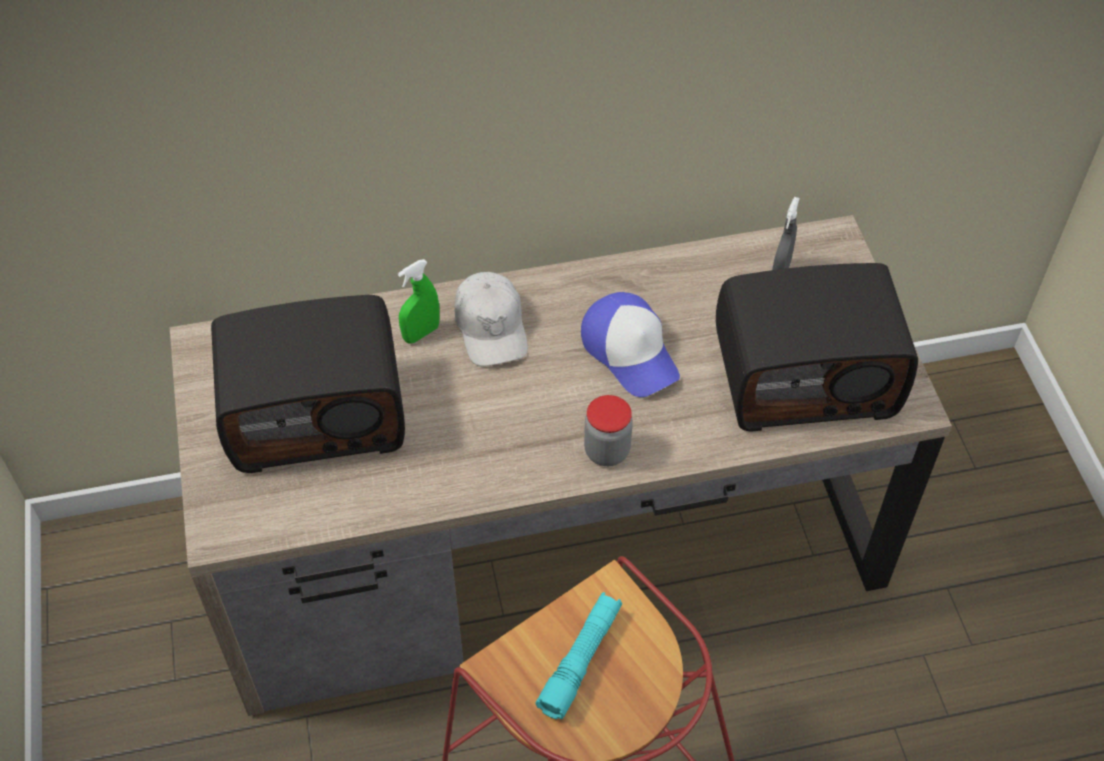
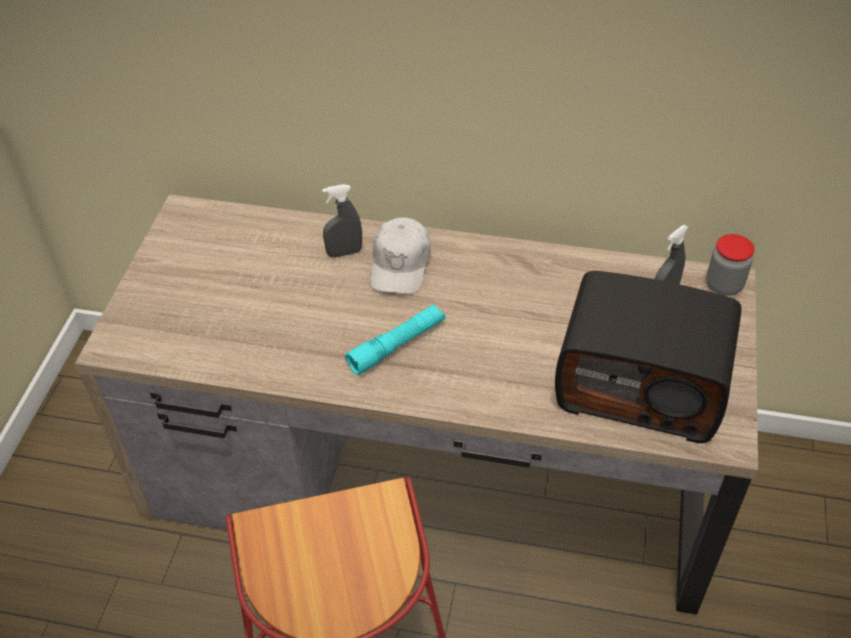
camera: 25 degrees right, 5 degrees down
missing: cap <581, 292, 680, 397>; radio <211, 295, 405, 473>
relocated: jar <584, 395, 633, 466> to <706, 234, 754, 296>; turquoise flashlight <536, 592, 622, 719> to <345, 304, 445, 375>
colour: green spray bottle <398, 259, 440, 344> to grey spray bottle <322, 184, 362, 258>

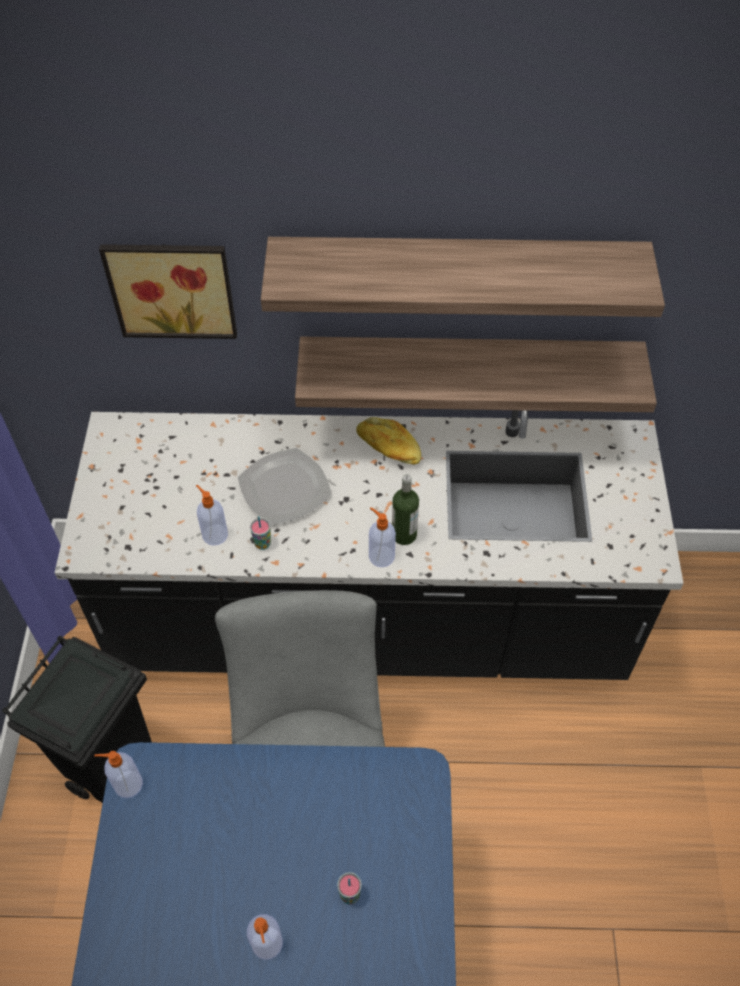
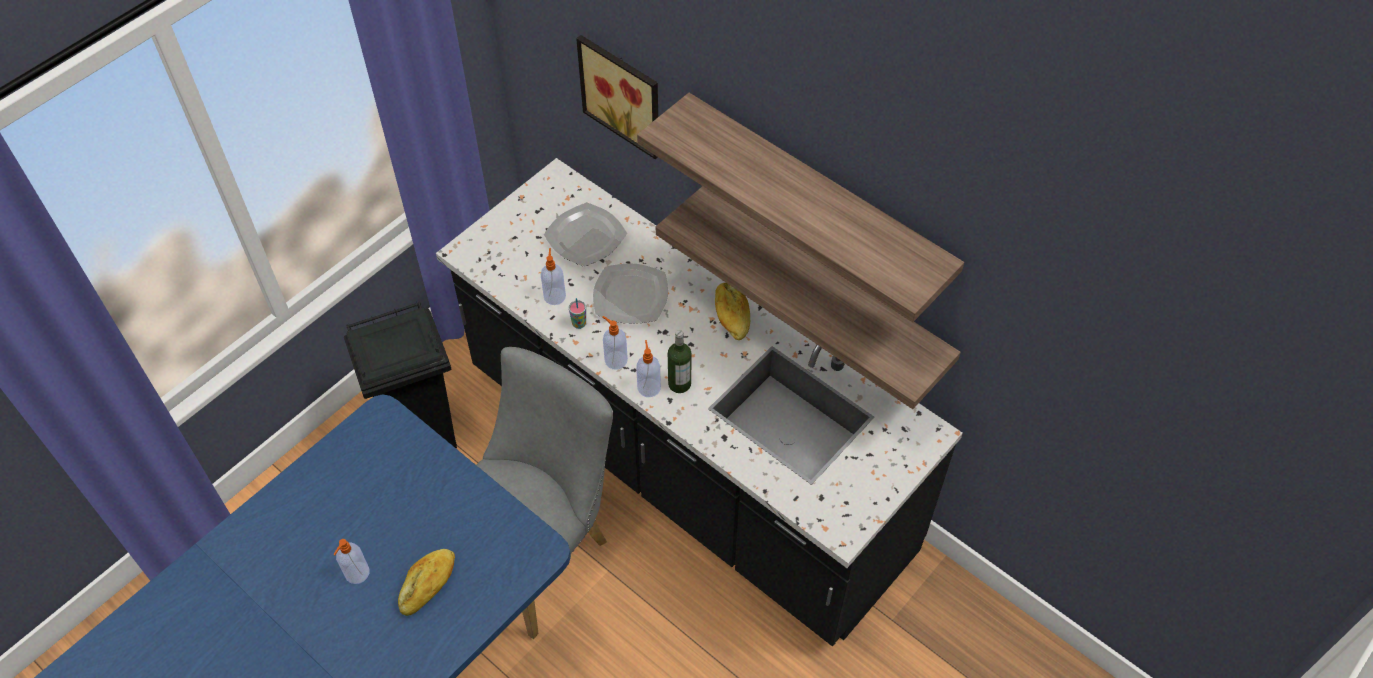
camera: 40 degrees right, 0 degrees up
appeared: plate <544, 202, 627, 267>
relocated: soap dispenser <94, 751, 143, 798> to <602, 316, 628, 370>
exchanged: cup <337, 872, 362, 905> to bread <398, 549, 455, 616>

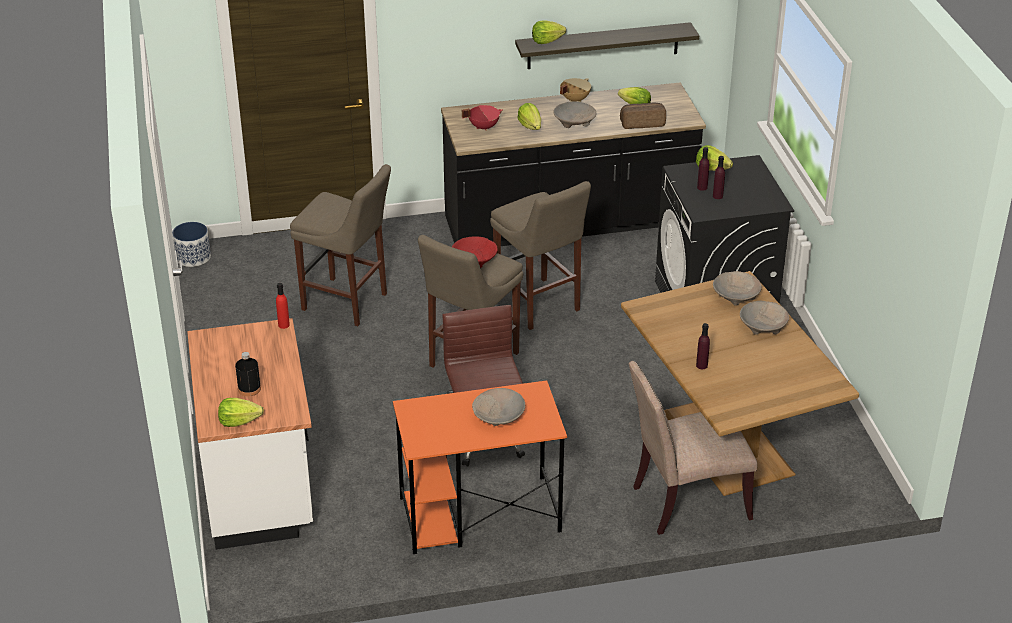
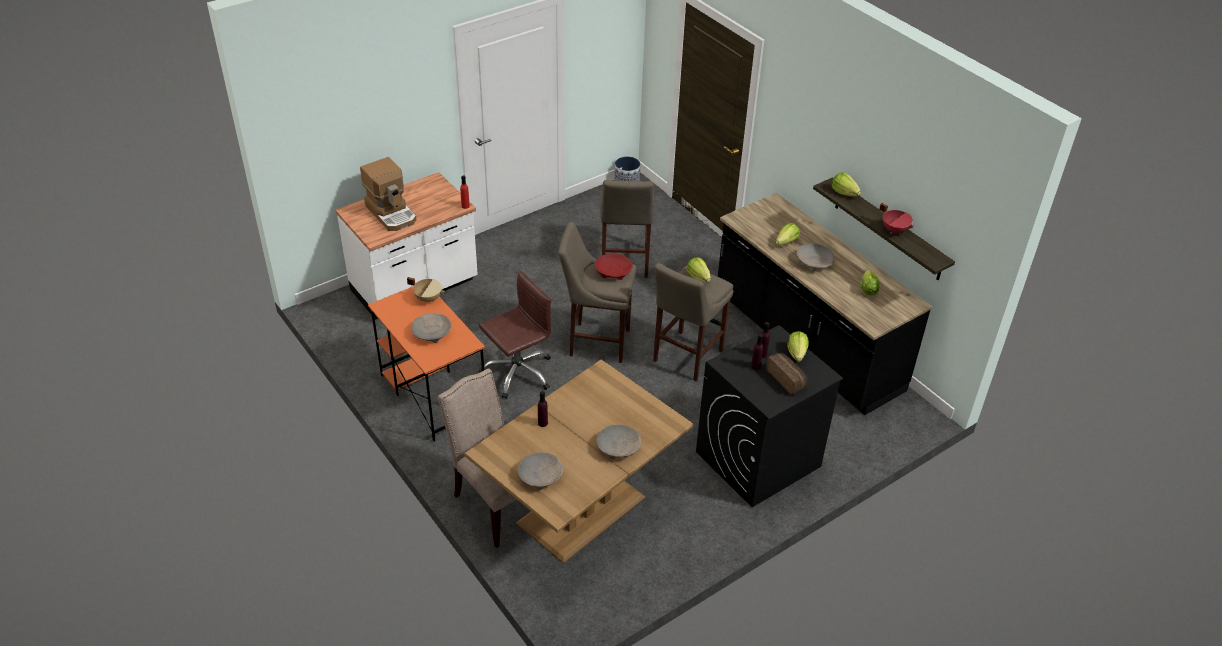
camera: 65 degrees right, 5 degrees up
relocated: beige cooking pot <560, 78, 591, 102> to <407, 277, 444, 303>; bread <620, 103, 666, 129> to <766, 353, 808, 395>; red cooking pot <462, 105, 503, 131> to <879, 203, 914, 234>; beige bowl <713, 271, 762, 306> to <518, 452, 563, 490>; lettuce <218, 398, 264, 427> to <687, 257, 711, 282>
exchanged: black bottle <235, 352, 261, 396> to coffee machine <360, 157, 416, 231>

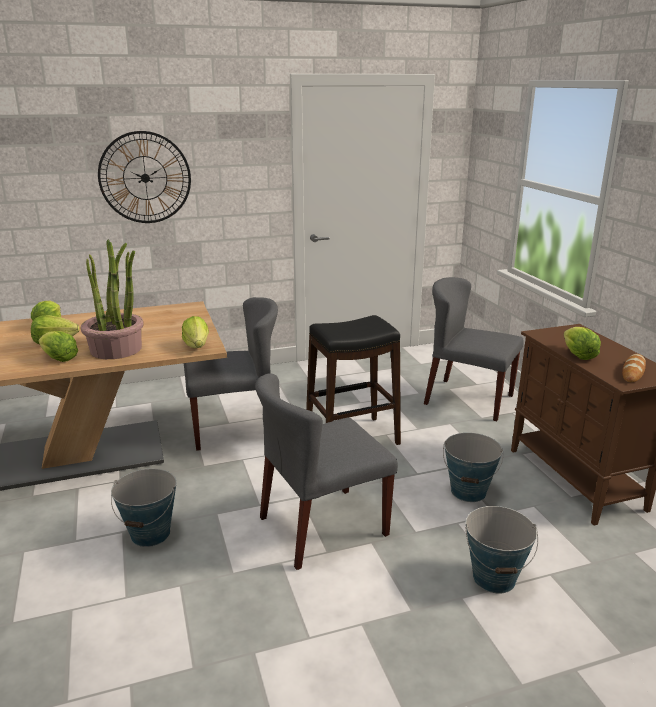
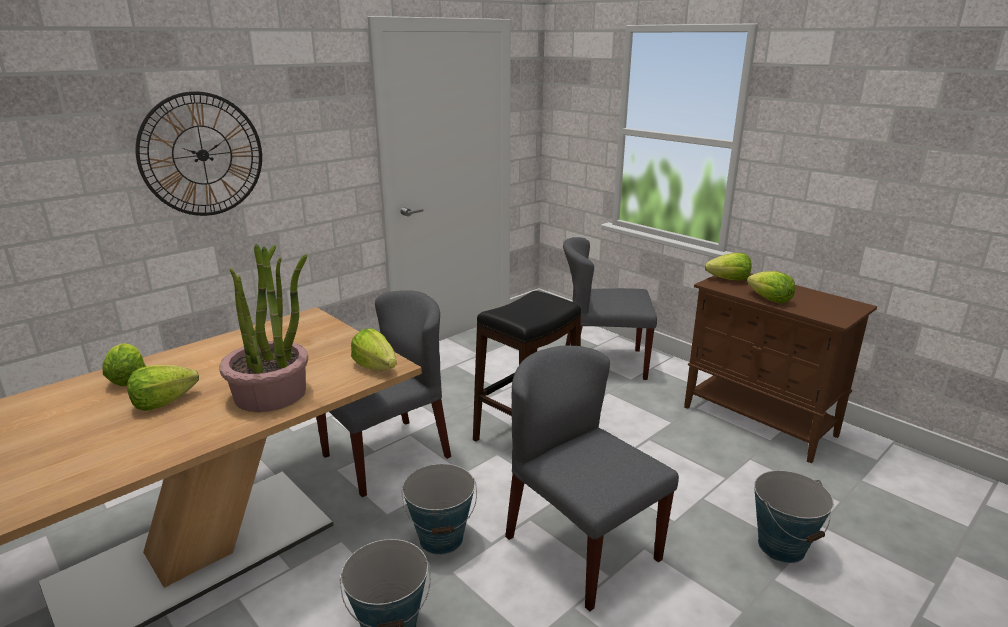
camera: 25 degrees left, 0 degrees up
missing: bread <622, 354, 646, 382>
relocated: lettuce <39, 331, 78, 362> to <705, 253, 751, 281>; bucket <443, 433, 504, 502> to <402, 464, 477, 555>
spun: grey chair <255, 373, 398, 570> = <505, 346, 679, 612> 105 degrees clockwise

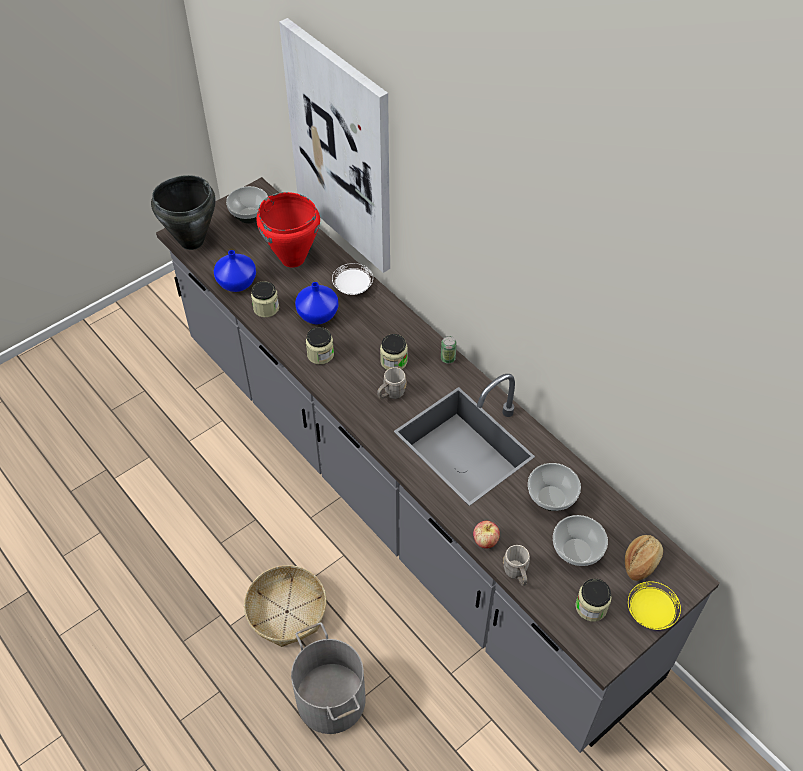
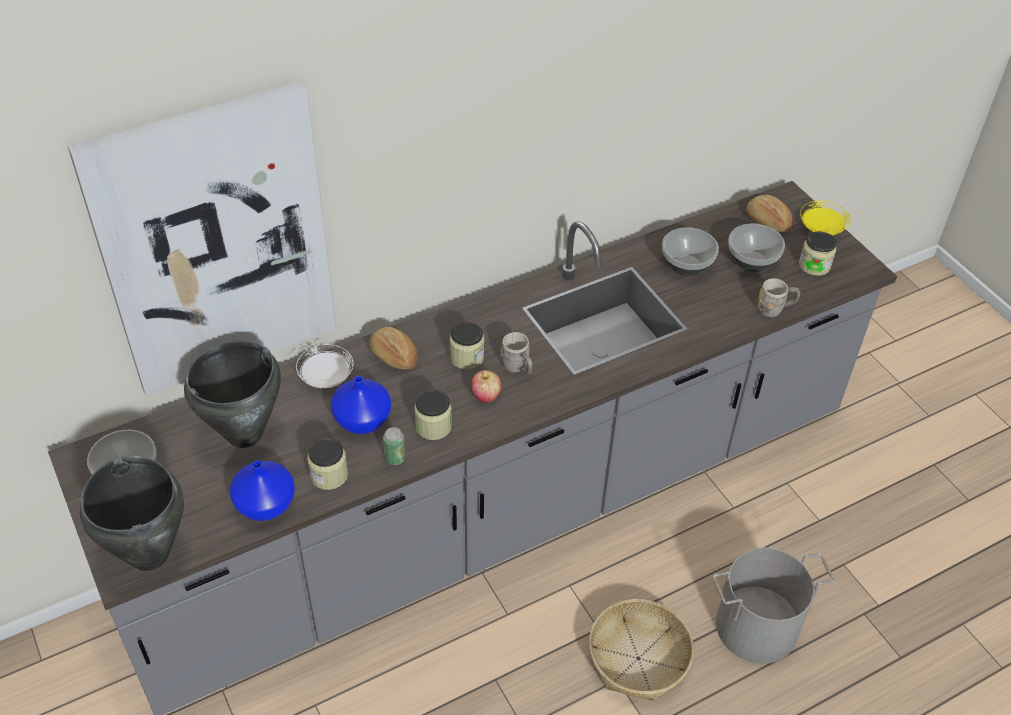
camera: 80 degrees left, 5 degrees down
appeared: bread <369, 327, 418, 369>
relocated: can <441, 336, 457, 364> to <383, 427, 405, 465>; apple <473, 520, 500, 548> to <471, 370, 501, 403>
colour: red cooking pot <257, 192, 320, 268> to black cooking pot <184, 340, 281, 448>

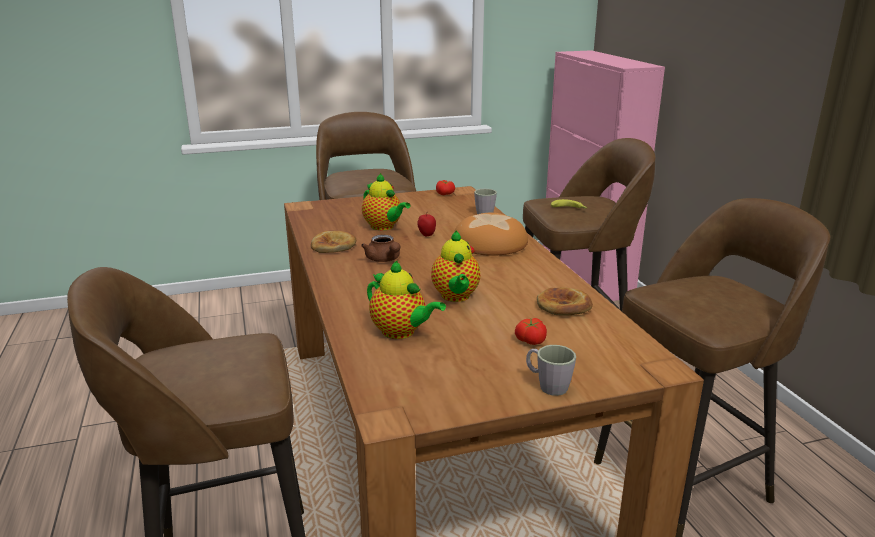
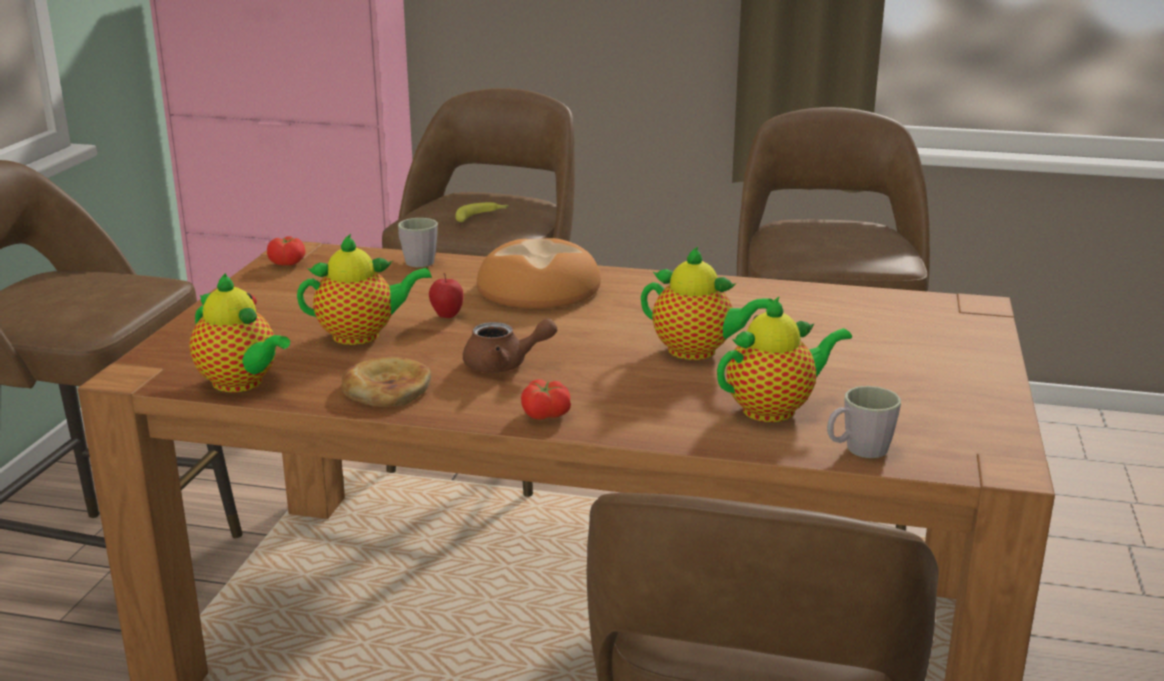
camera: 60 degrees left, 0 degrees up
missing: bread <537, 287, 593, 315>
appeared: teapot <190, 273, 290, 392>
relocated: tomato <515, 318, 547, 345> to <521, 379, 571, 420>; grey mug <526, 345, 576, 396> to <827, 386, 901, 458>

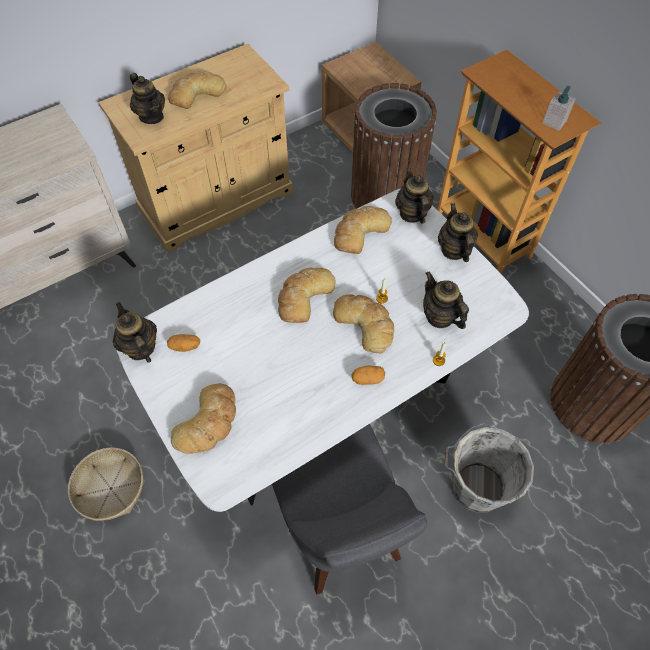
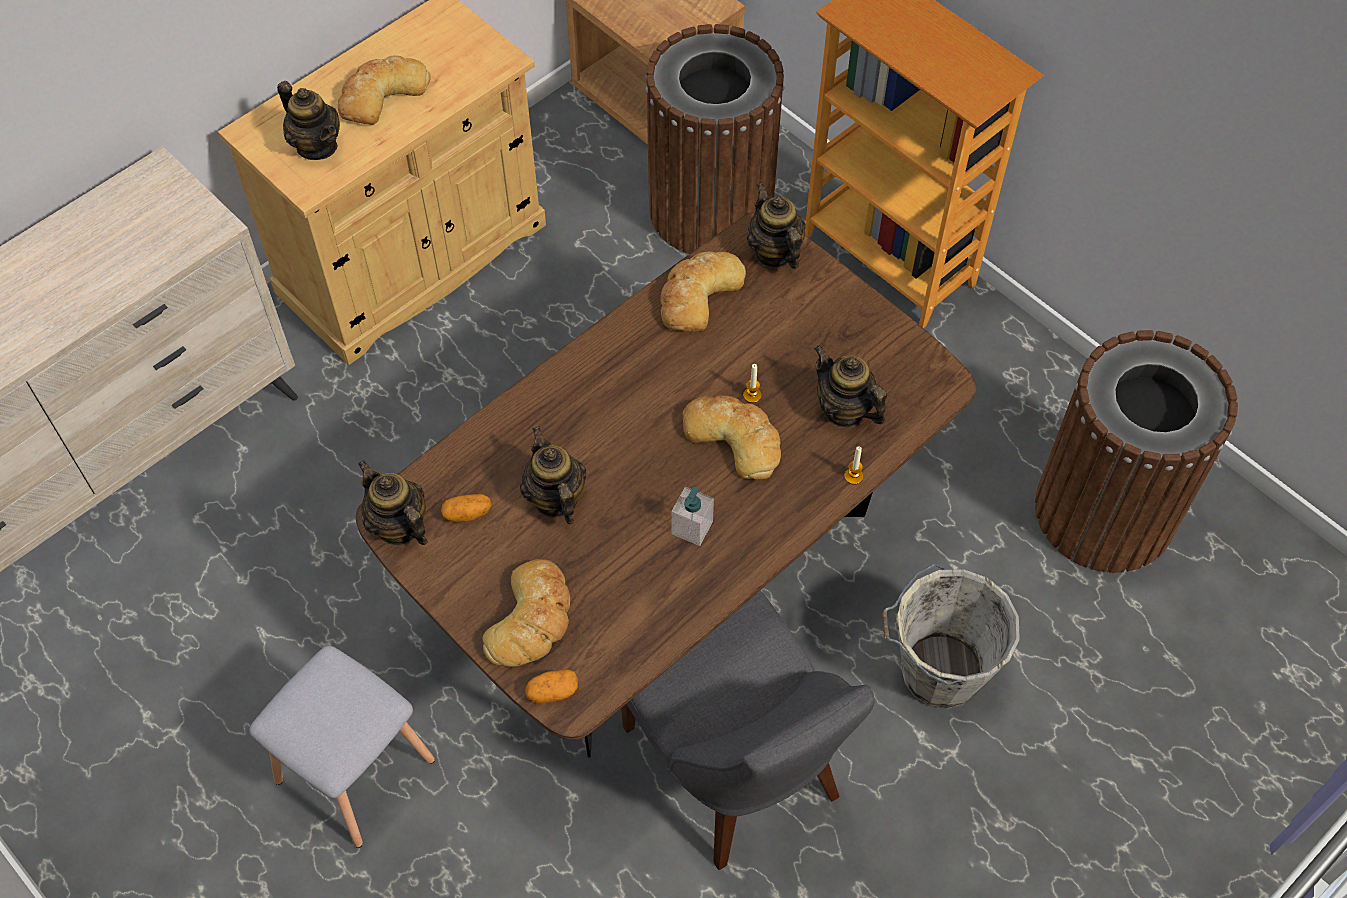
camera: 10 degrees left, 0 degrees up
missing: bread <278, 268, 336, 323>
relocated: soap dispenser <542, 86, 576, 131> to <672, 487, 714, 546>; teapot <438, 203, 478, 262> to <520, 427, 587, 525>; potato <351, 365, 385, 385> to <525, 670, 578, 703>
exchanged: basket <68, 448, 145, 521> to grey stool <249, 646, 435, 848>
colour: white dining table <117, 189, 529, 512> to brown dining table <356, 212, 976, 757>

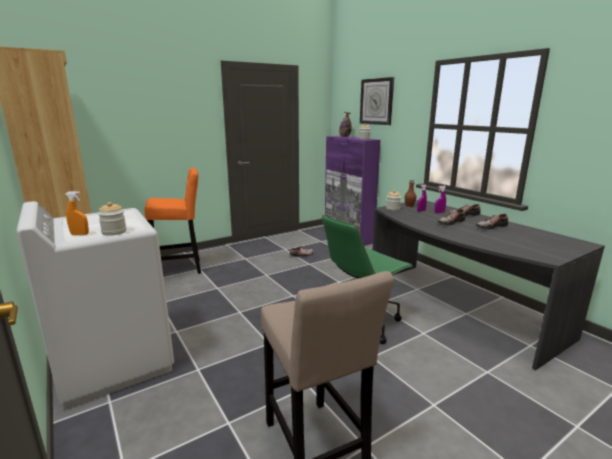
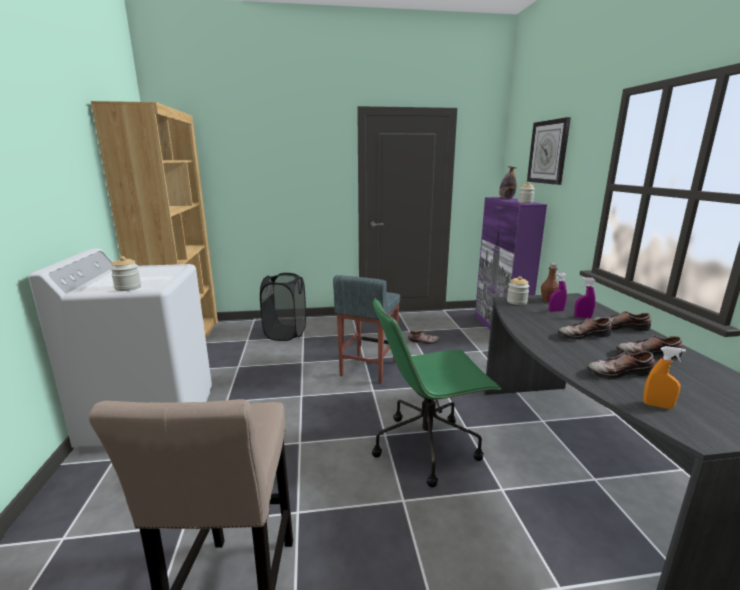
camera: 25 degrees right, 0 degrees up
appeared: grey stool <333, 275, 400, 384>; shoe <587, 351, 655, 379>
relocated: orange spray bottle <66, 191, 89, 235> to <643, 346, 686, 409>
exchanged: orange stool <145, 167, 201, 274> to black laundry basket <260, 273, 306, 341>

